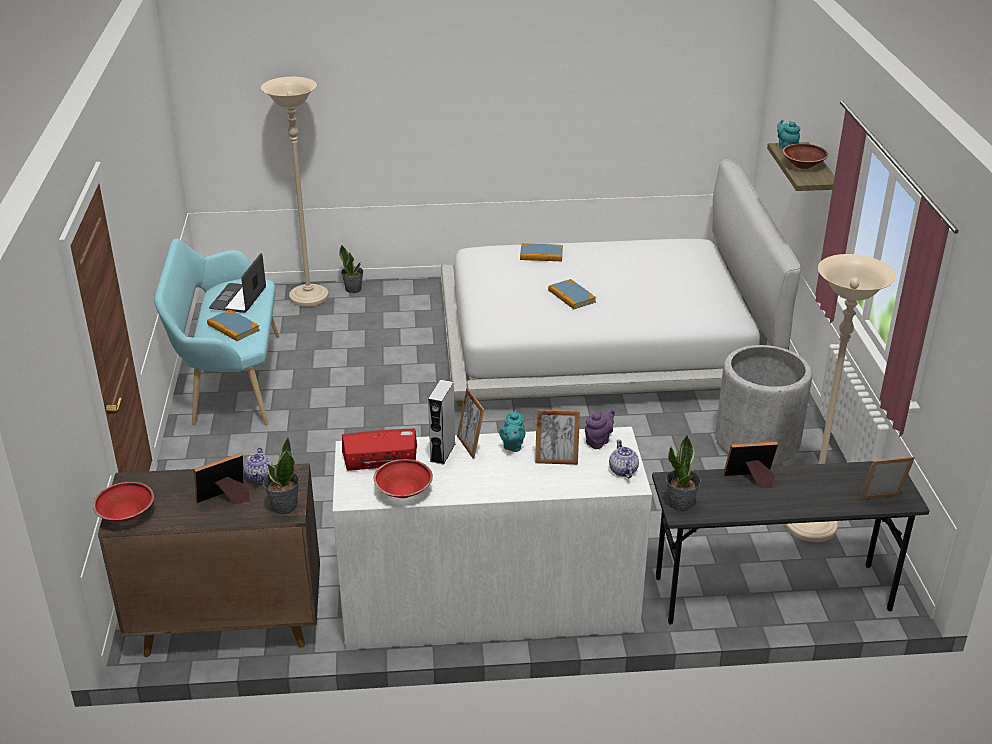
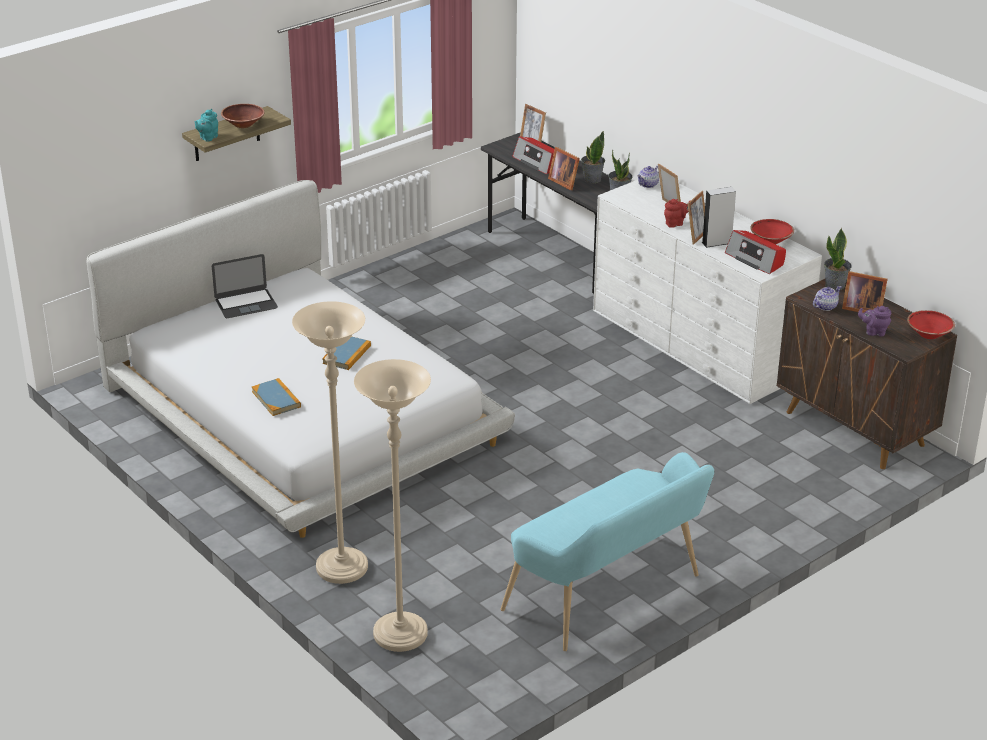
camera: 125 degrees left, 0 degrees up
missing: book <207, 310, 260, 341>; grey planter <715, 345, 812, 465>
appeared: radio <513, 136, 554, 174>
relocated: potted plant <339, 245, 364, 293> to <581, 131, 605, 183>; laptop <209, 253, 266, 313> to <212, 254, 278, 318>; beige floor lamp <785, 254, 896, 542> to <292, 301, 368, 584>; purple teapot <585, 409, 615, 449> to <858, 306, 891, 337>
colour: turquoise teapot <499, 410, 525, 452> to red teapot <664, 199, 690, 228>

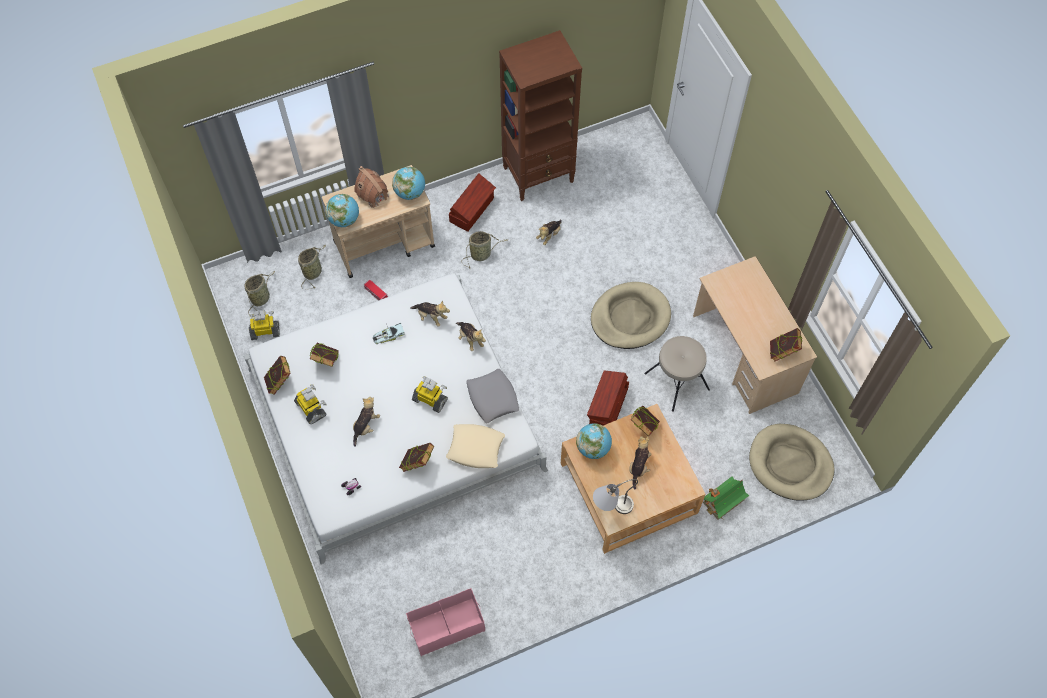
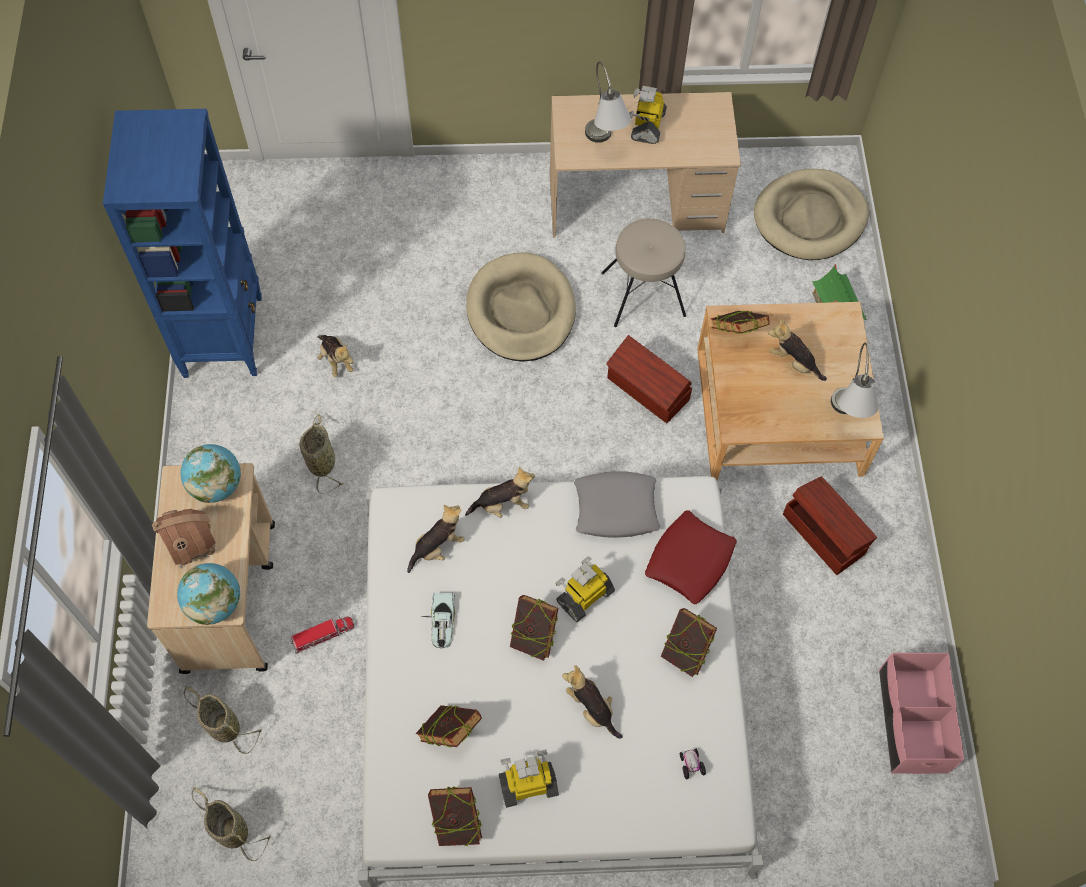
camera: 70 degrees left, 0 degrees up
missing: globe <576, 423, 612, 459>
appeared: grey table lamp <585, 62, 631, 143>
relocated: brown storage box <449, 174, 496, 232> to <783, 476, 877, 575>; toy robot <249, 310, 280, 340> to <629, 86, 667, 144>; book <770, 328, 802, 362> to <510, 595, 558, 661>
colour: brown bookcase <499, 30, 582, 201> to blue bookcase <103, 109, 262, 378>; beige pillow <446, 424, 505, 468> to red pillow <645, 510, 737, 604>

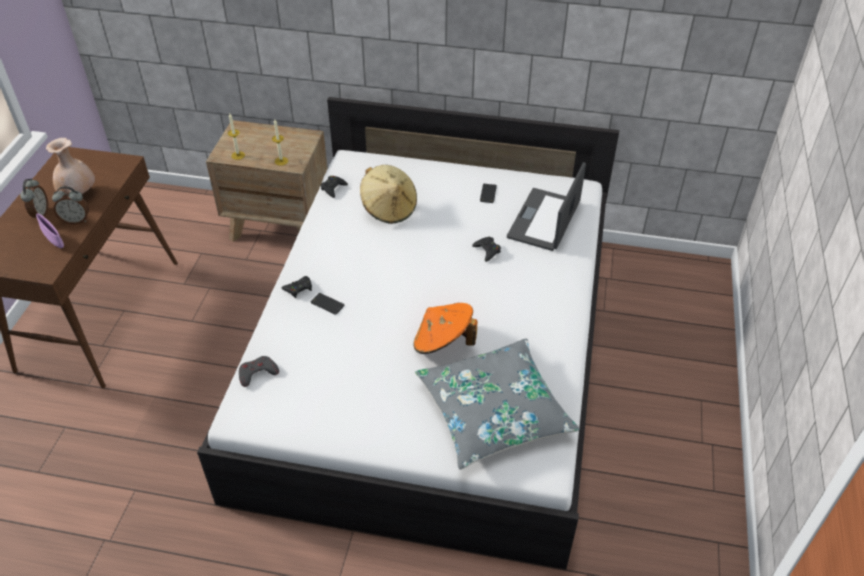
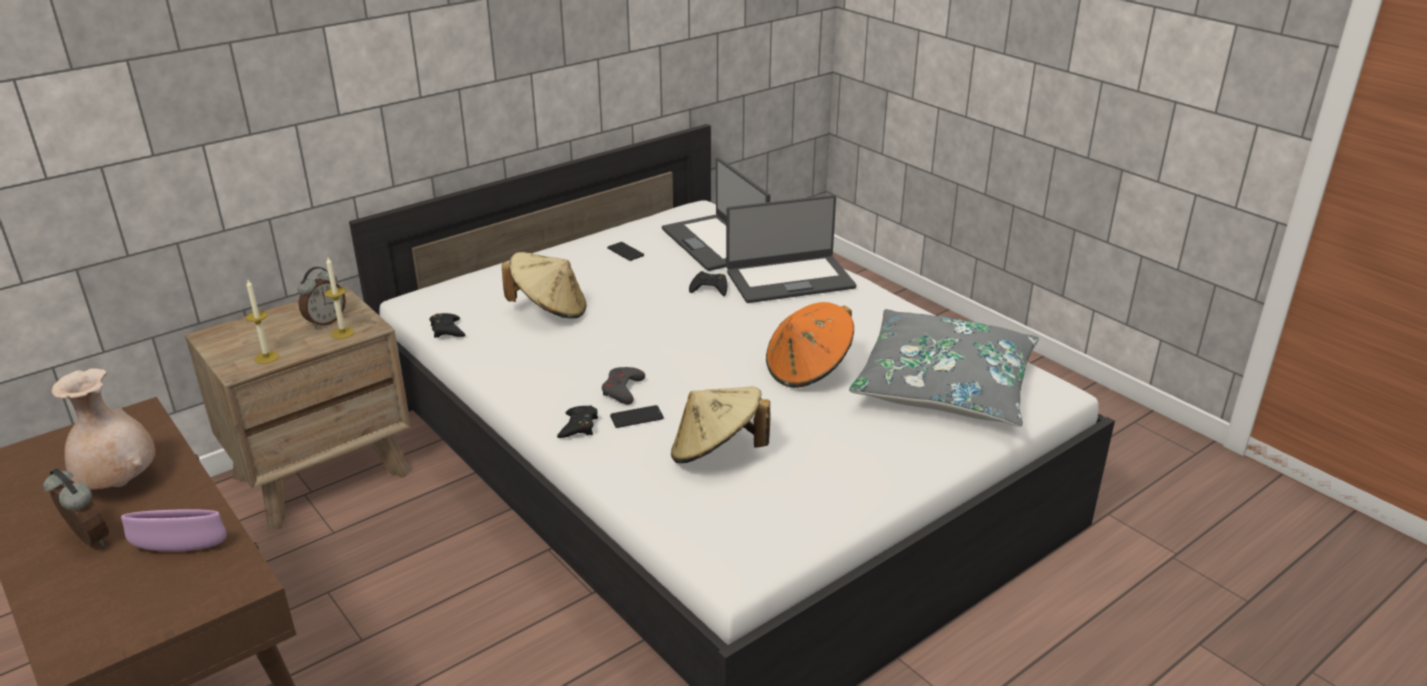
camera: 50 degrees left, 15 degrees down
appeared: laptop <726, 195, 856, 303>; beige hat <671, 386, 770, 463>
relocated: alarm clock <52, 186, 89, 225> to <298, 267, 346, 329>; grey game controller <239, 356, 279, 387> to <602, 367, 645, 405>

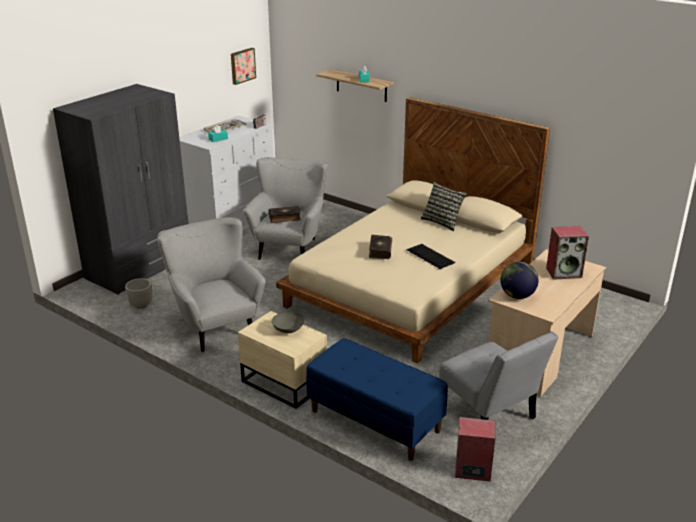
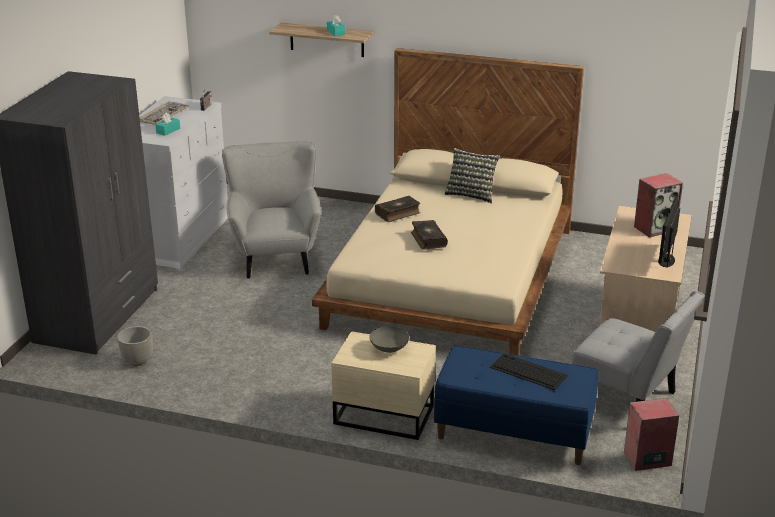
camera: 20 degrees left, 0 degrees up
missing: picture <231, 48, 256, 85>; grey armchair <157, 217, 266, 352>; globe <500, 262, 539, 299>
appeared: monitor <658, 196, 680, 268>
relocated: book <269, 206, 301, 223> to <375, 196, 420, 222>; keyboard <406, 244, 456, 269> to <490, 353, 568, 390>

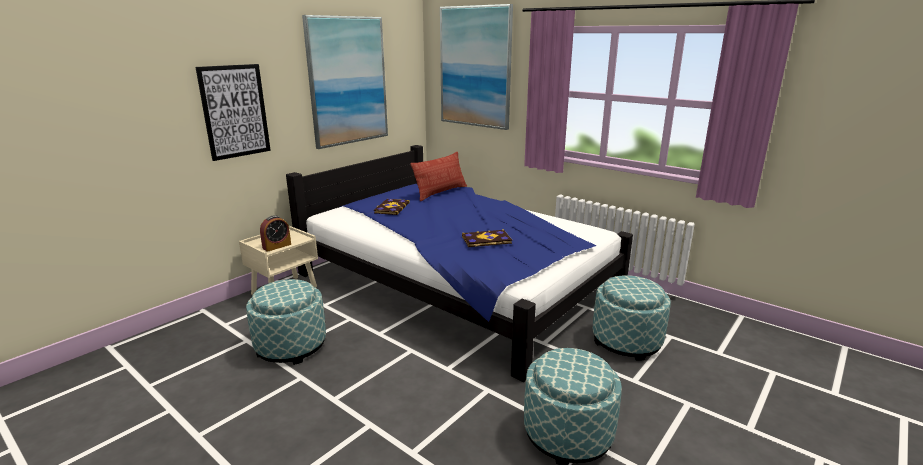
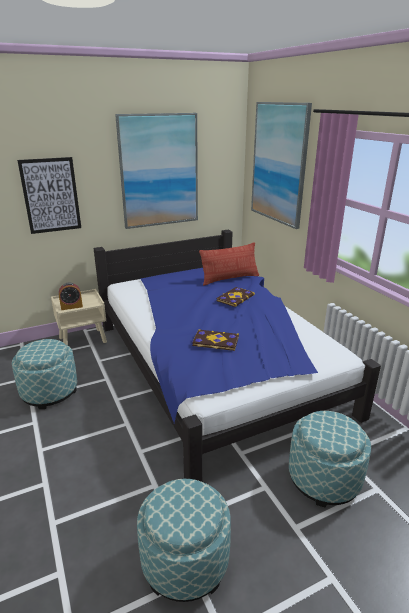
camera: 25 degrees right, 5 degrees up
relocated: book <374, 199, 410, 215> to <216, 287, 255, 307>

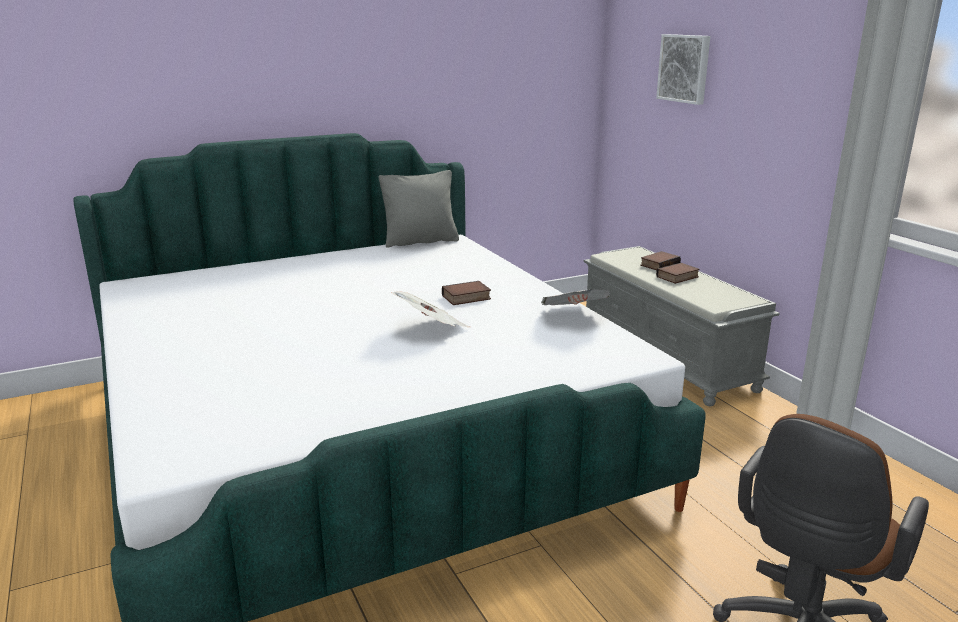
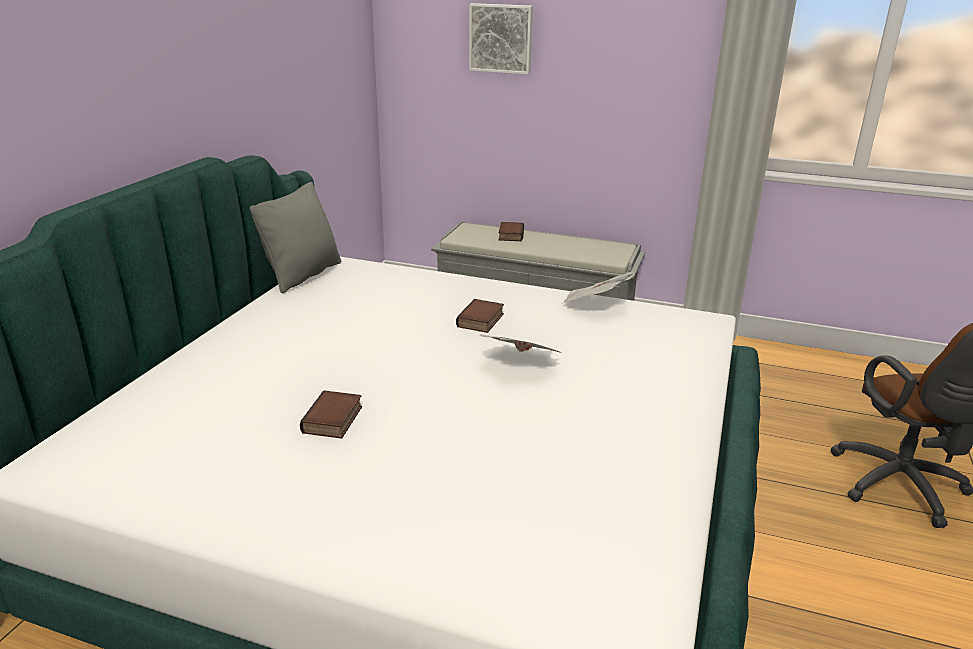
camera: 45 degrees left, 5 degrees up
relocated: book <656, 263, 700, 284> to <300, 390, 362, 439>

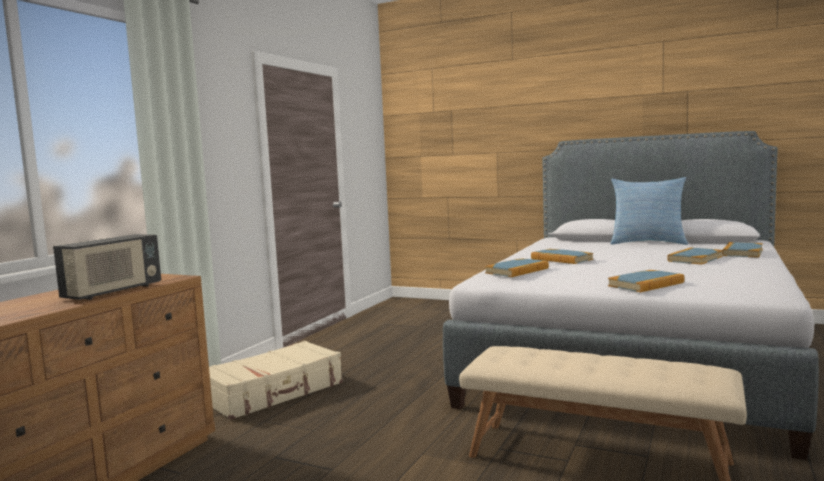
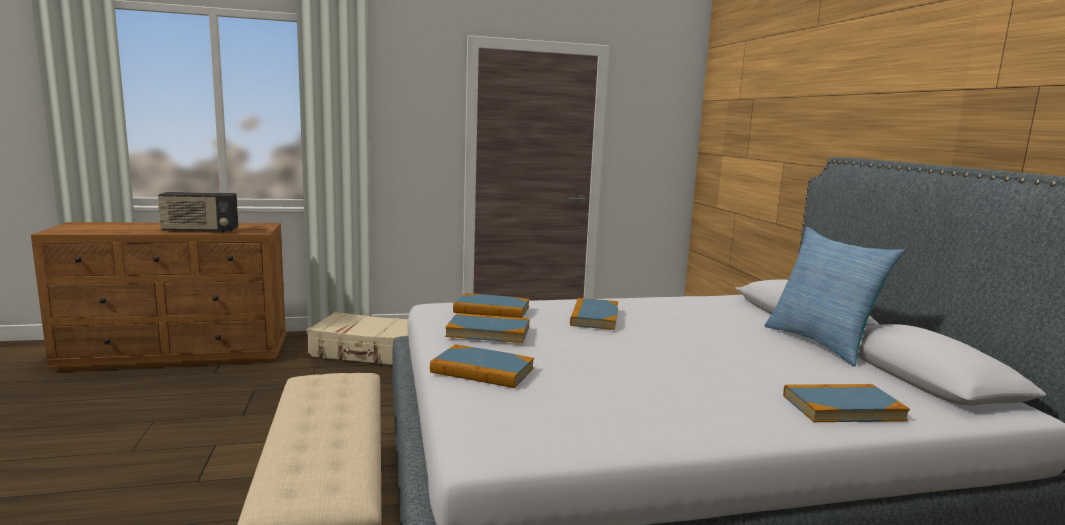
camera: 50 degrees right, 5 degrees up
relocated: book <667, 247, 723, 265> to <445, 313, 529, 343>

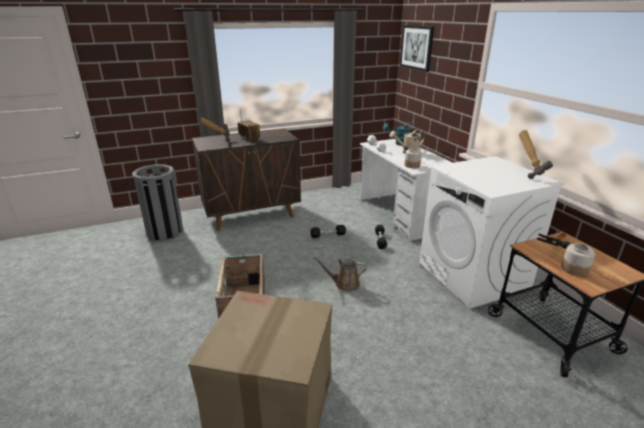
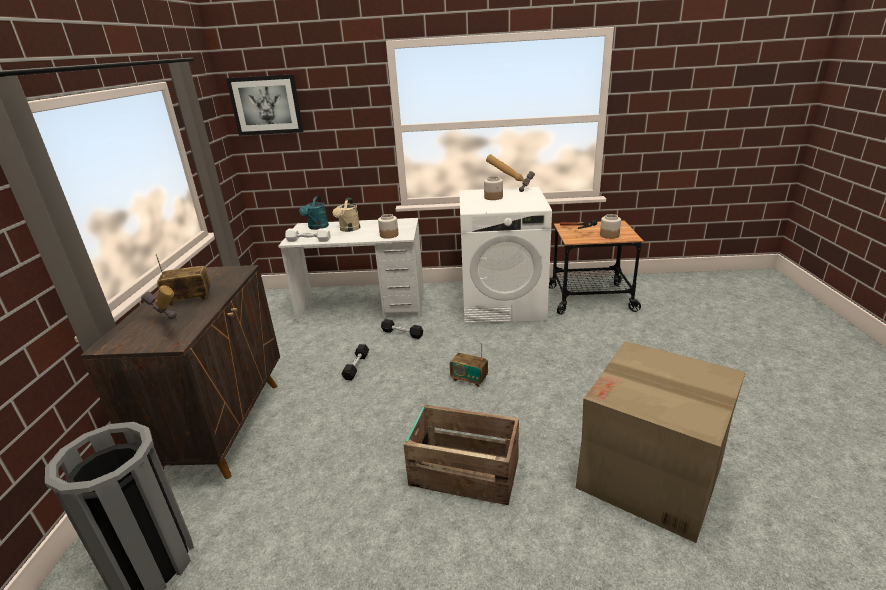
camera: 65 degrees left, 0 degrees up
appeared: jar <484, 176, 503, 200>
exchanged: brown watering can <313, 257, 366, 291> to radio <450, 343, 488, 387>

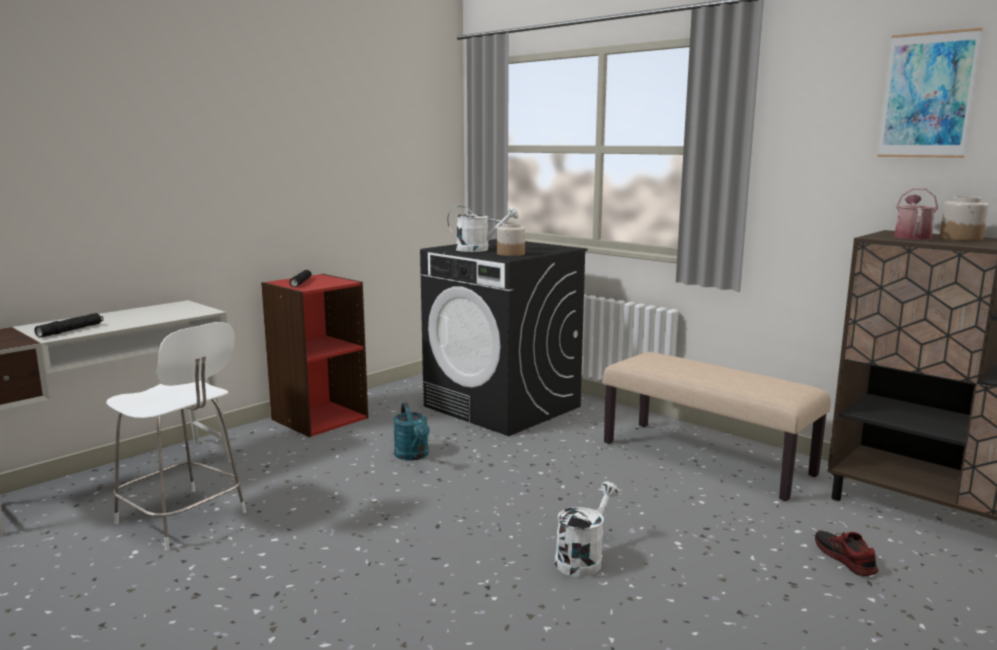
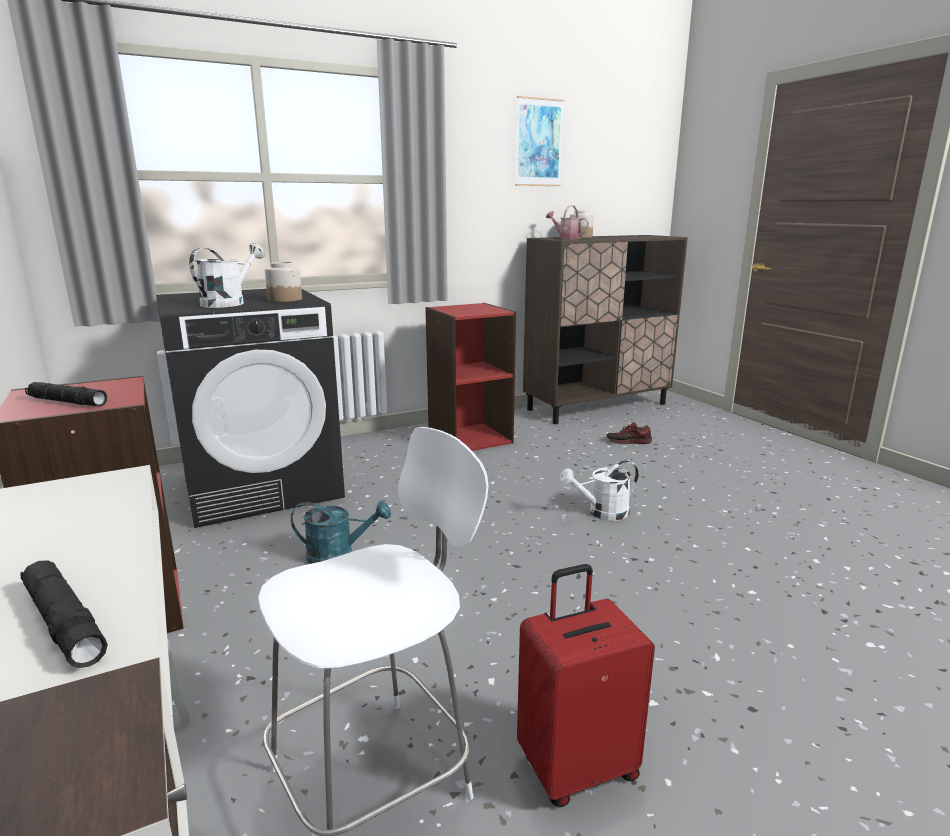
camera: 70 degrees left, 5 degrees up
appeared: red suitcase <517, 564, 655, 807>
exchanged: beige bench <603, 352, 831, 501> to red bookcase <425, 303, 516, 451>
spun: white watering can <555, 481, 620, 577> = <560, 460, 639, 520> 75 degrees counterclockwise

